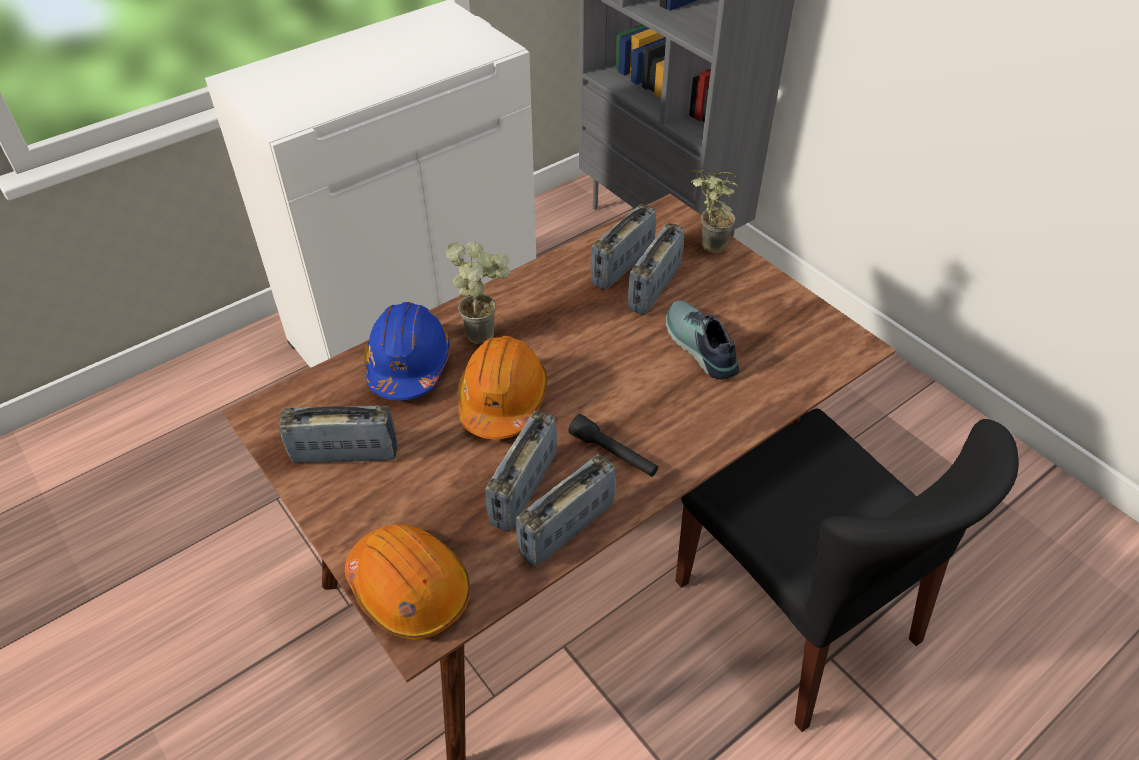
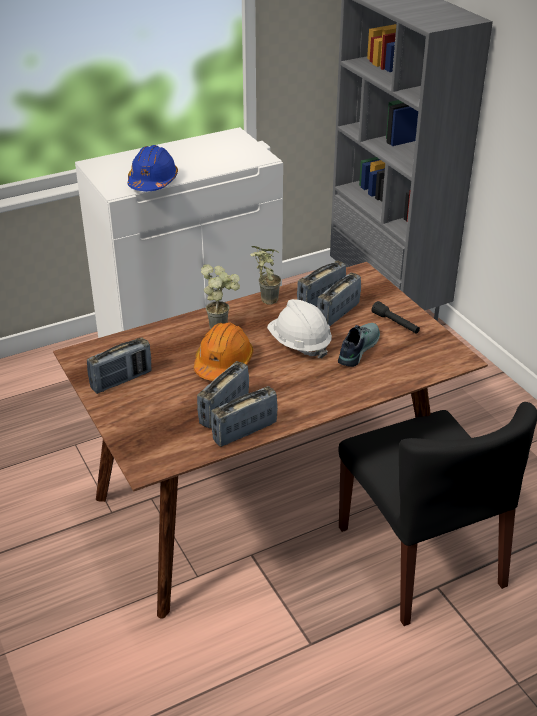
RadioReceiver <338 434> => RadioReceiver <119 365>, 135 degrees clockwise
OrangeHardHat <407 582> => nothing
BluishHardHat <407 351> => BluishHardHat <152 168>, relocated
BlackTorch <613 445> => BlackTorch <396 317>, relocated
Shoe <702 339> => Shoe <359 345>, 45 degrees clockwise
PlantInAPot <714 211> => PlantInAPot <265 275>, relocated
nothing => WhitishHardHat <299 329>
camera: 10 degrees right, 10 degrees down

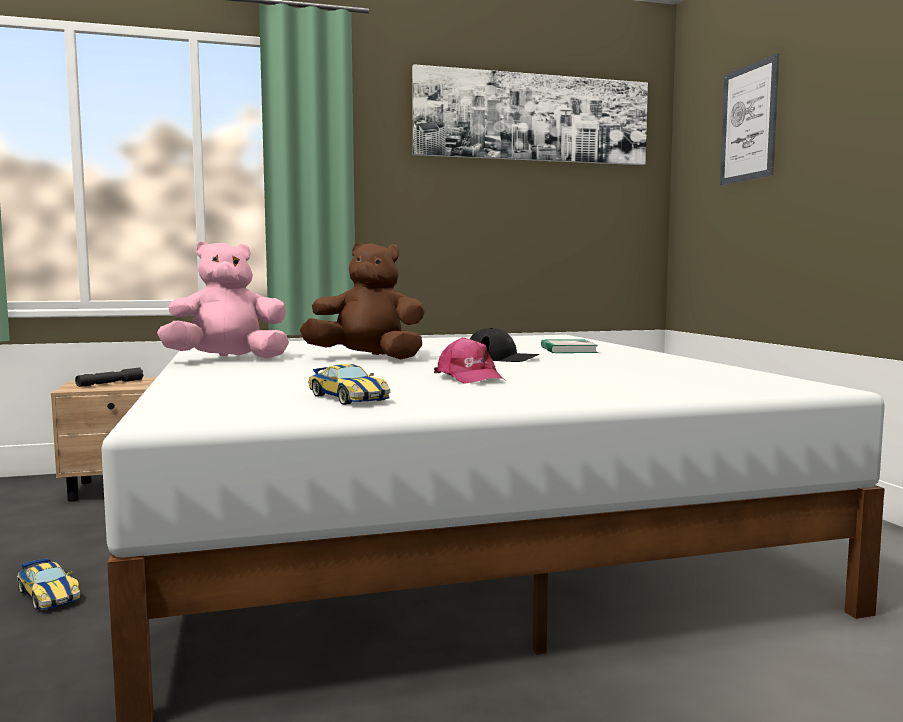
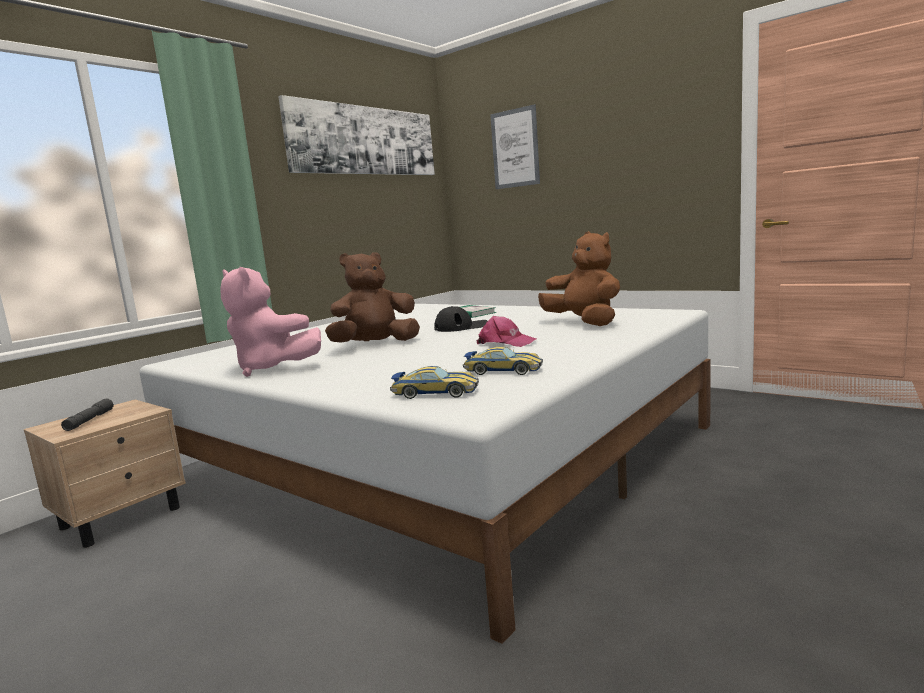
ModelCar <48 584> => ModelCar <434 382>, relocated
PinkColouredPlushToy <223 299> => PinkColouredPlushToy <270 322>, 90 degrees counterclockwise
nothing => BrownishPlushToy <579 278>
camera: 35 degrees left, 5 degrees up

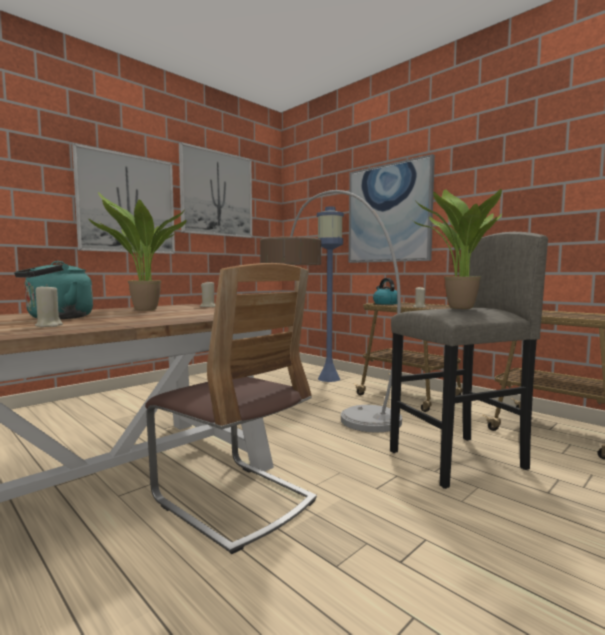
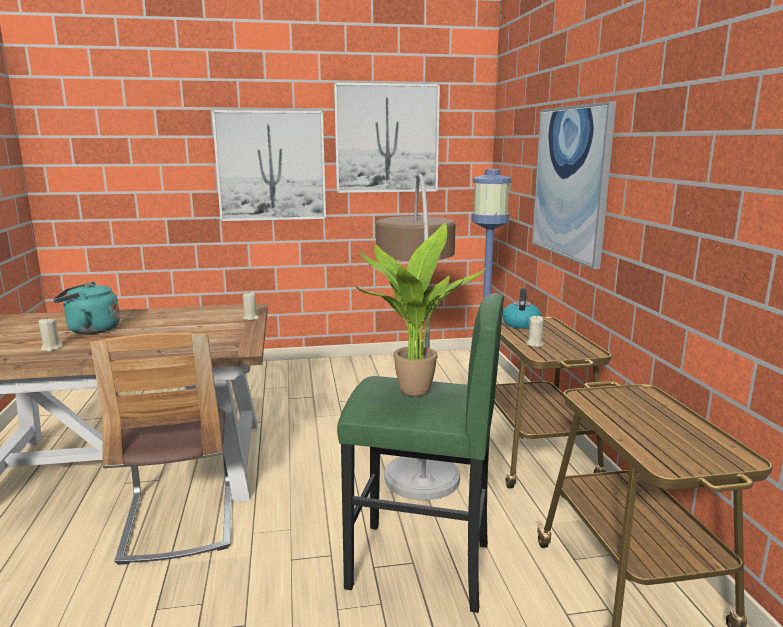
PlantInAPot <138 251> => nothing
GreyStoolSeat <469 360> => GreenStoolSeat <420 453>
camera: 35 degrees right, 10 degrees up

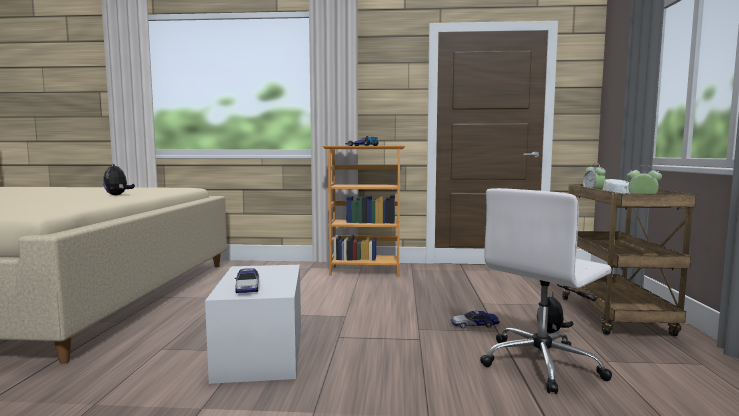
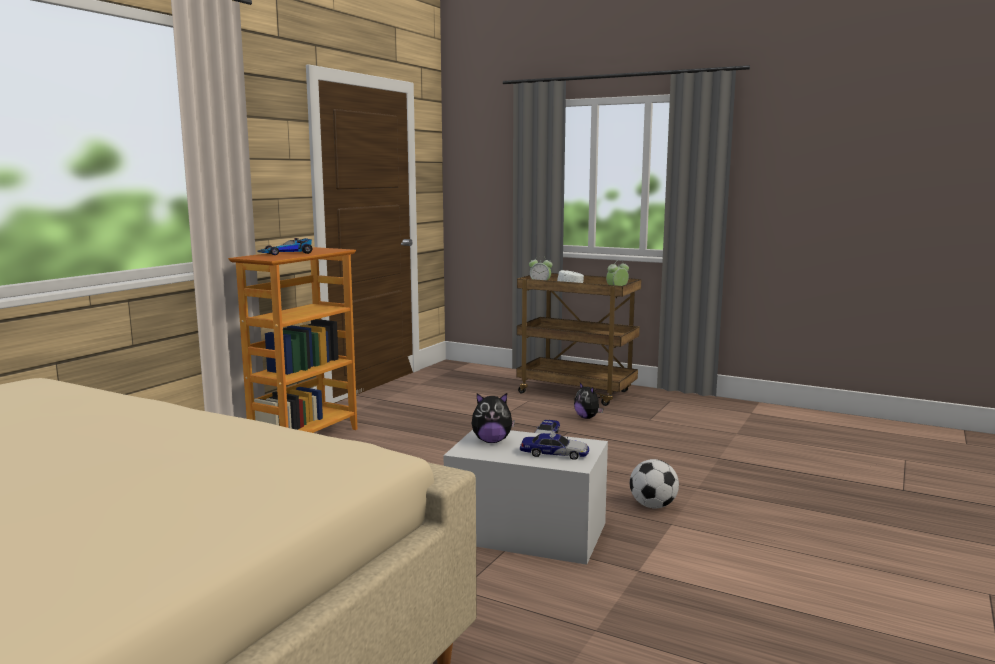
PlushToy <119 179> => PlushToy <493 418>, relocated
WhitishOfficeChair <546 291> => nothing
nothing => Football <654 483>
camera: 65 degrees left, 5 degrees up

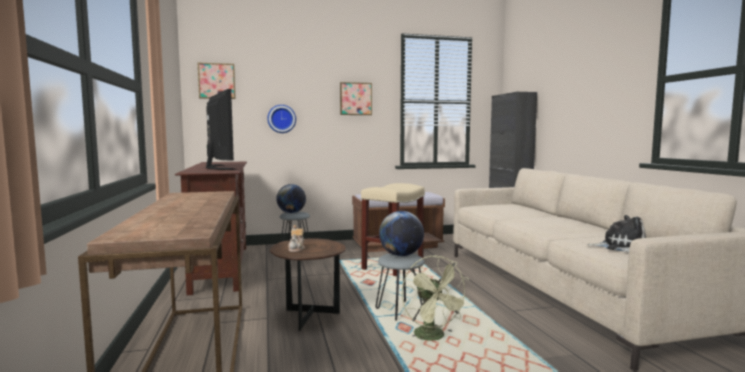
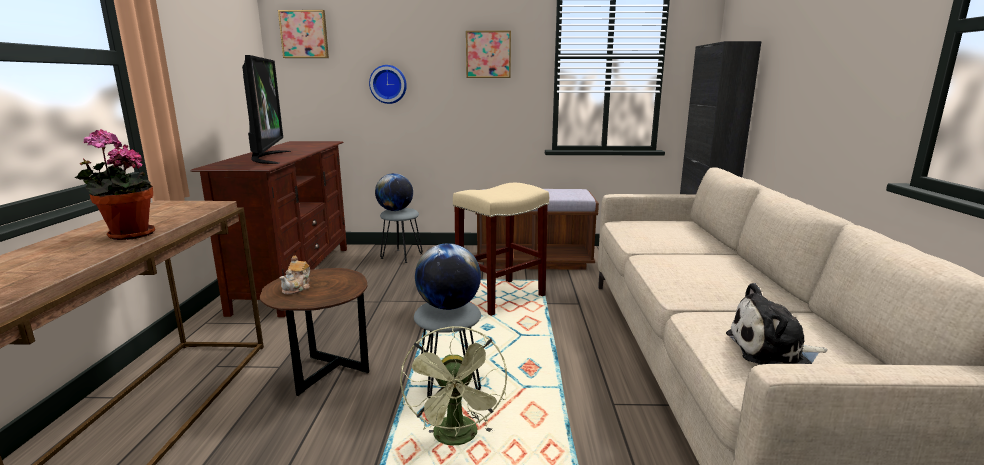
PlushToy <616 233> => PlushToy <776 324>, 150 degrees clockwise
nothing => PlantInAPot <115 184>
camera: 15 degrees right, 10 degrees up

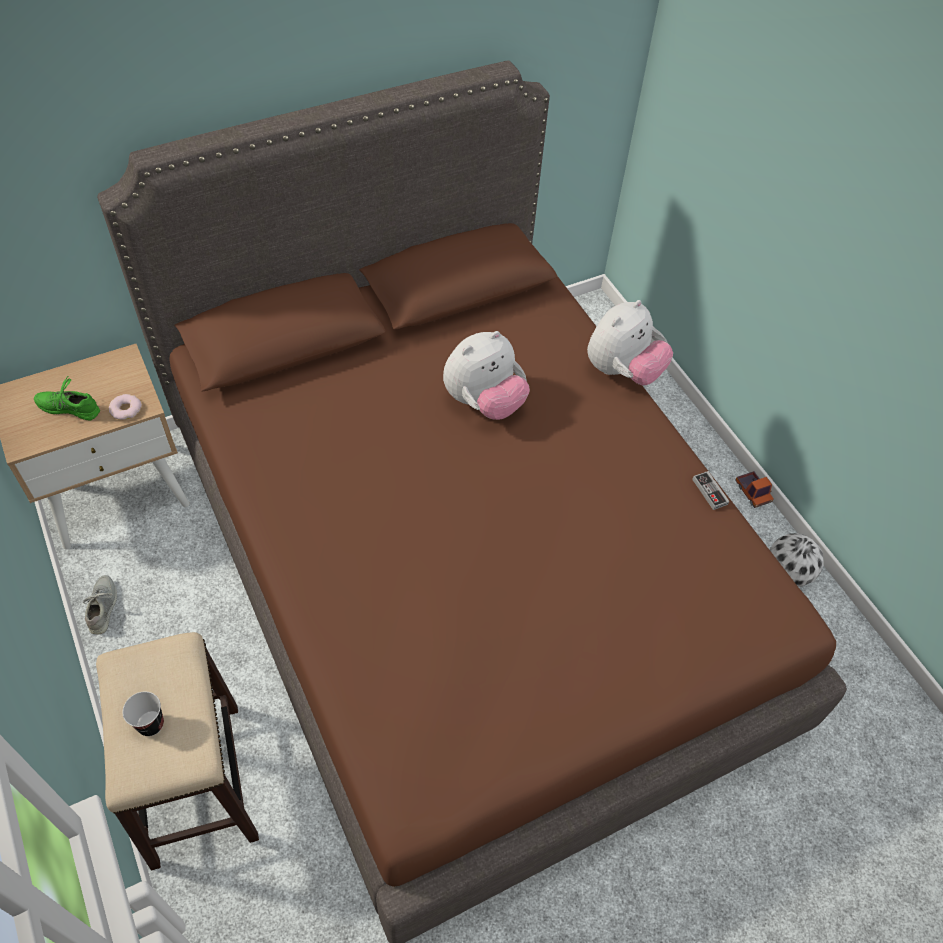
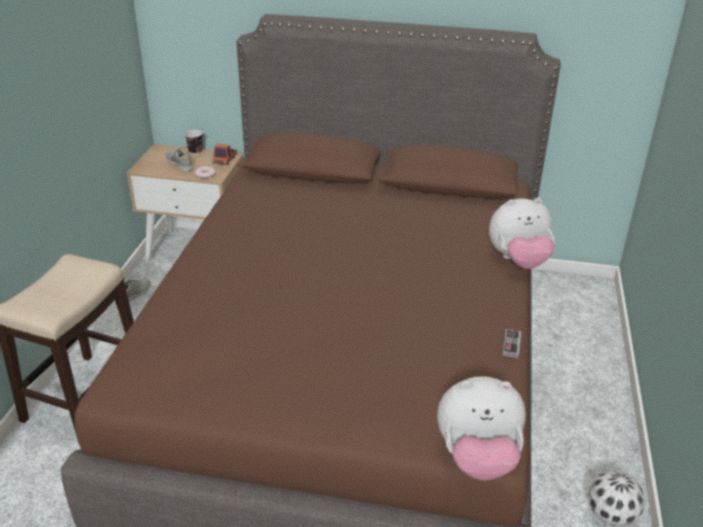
GreenShoe <67 398> => GreyShoe <179 157>
DrinkingCup <143 714> => DrinkingCup <194 142>, relocated
PlushToy <486 375> => PlushToy <481 428>, relocated
ModelTruck <754 489> => ModelTruck <224 154>, relocated
camera: 40 degrees right, 20 degrees down

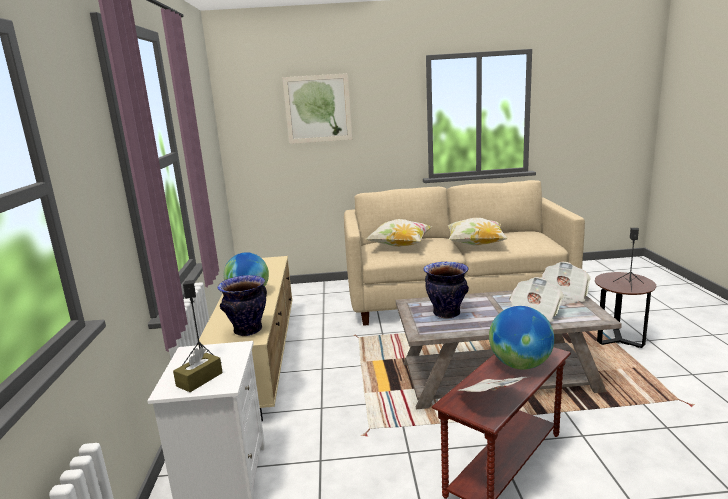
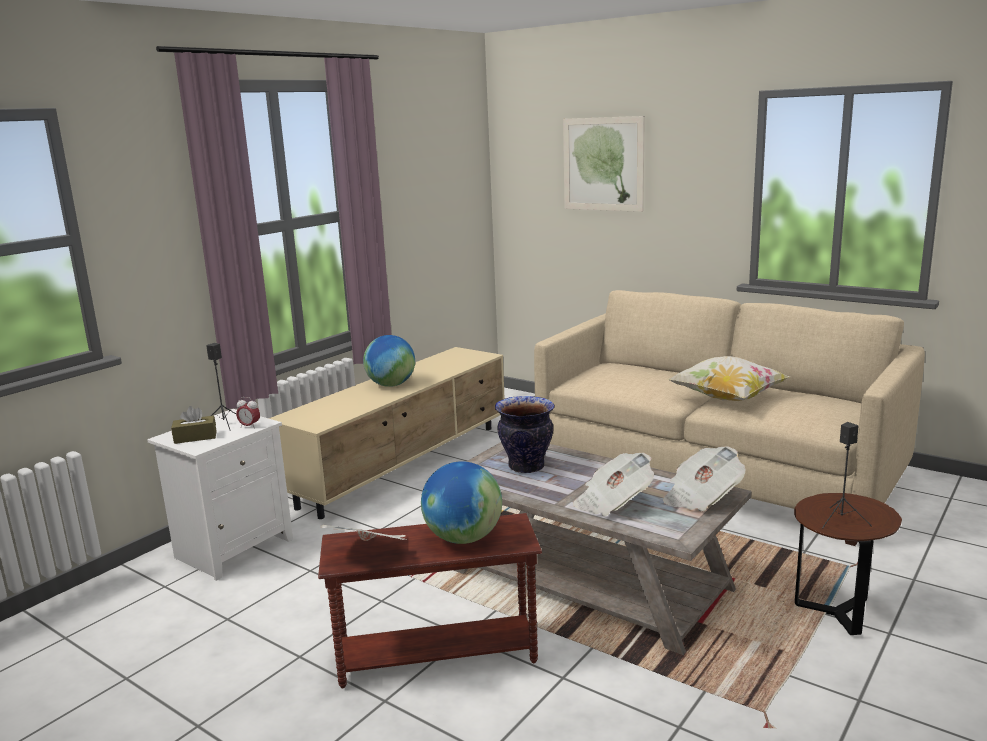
DecorativeVase <242 305> => nothing
ThrowPillow <399 233> => nothing
nothing => BedsideClock <248 413>
camera: 40 degrees right, 0 degrees up

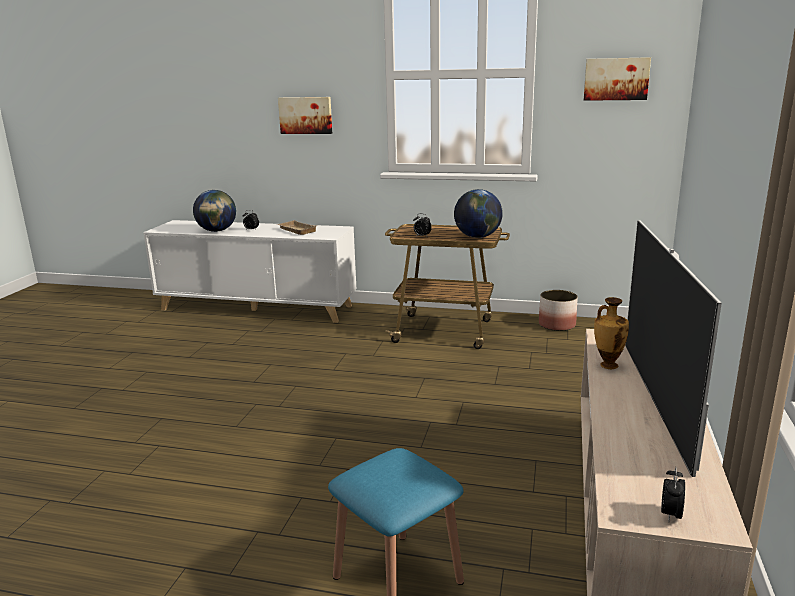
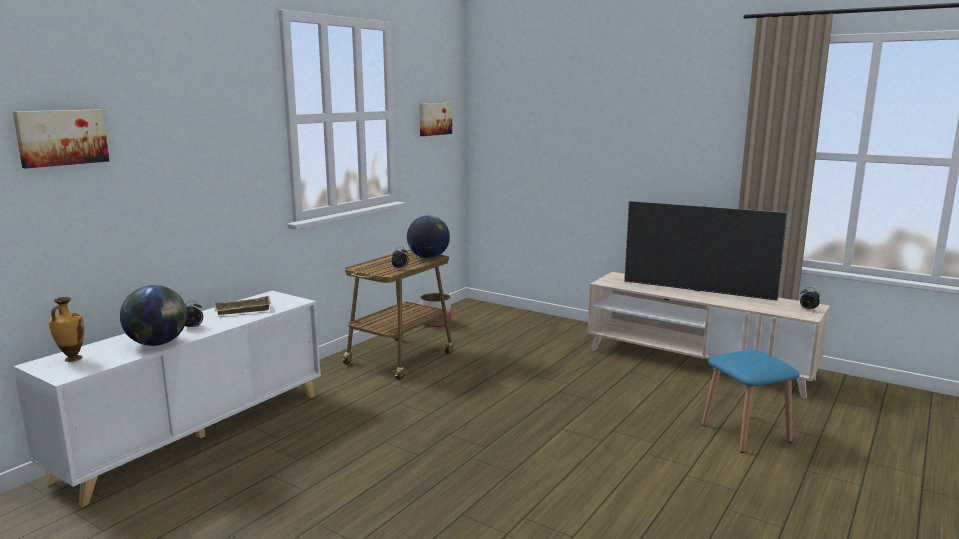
WallArt <305 115> => WallArt <61 138>, relocated
DecorativeVase <611 333> => DecorativeVase <66 329>, relocated
camera: 70 degrees left, 5 degrees down

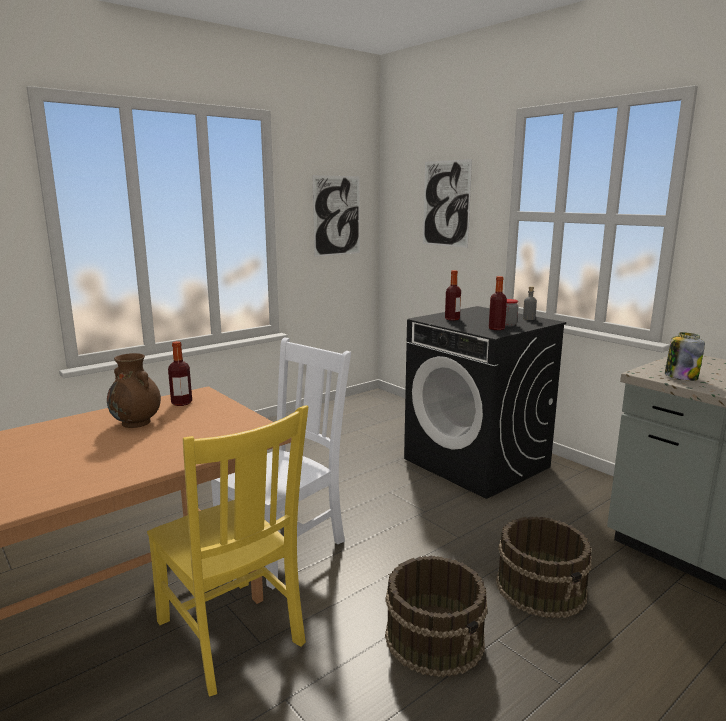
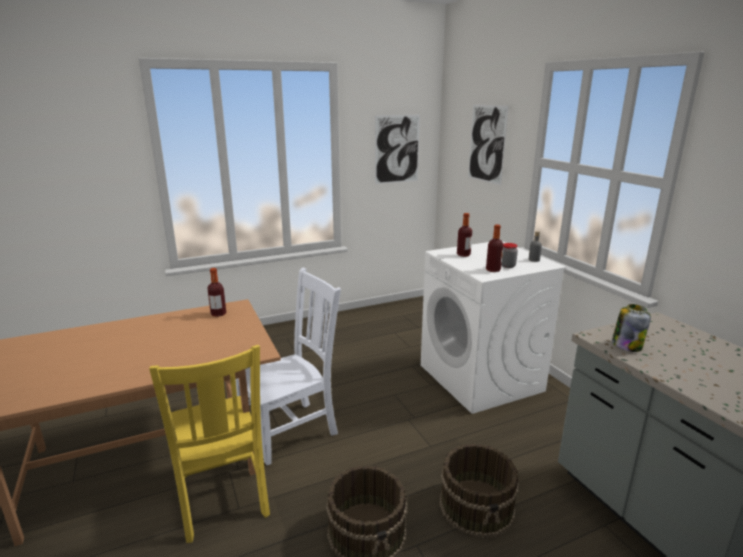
BrownishDecorativeVase <134 390> => nothing
BlackWashingMachine <485 402> => WhitishWashingMachine <494 327>
camera: 15 degrees right, 5 degrees up

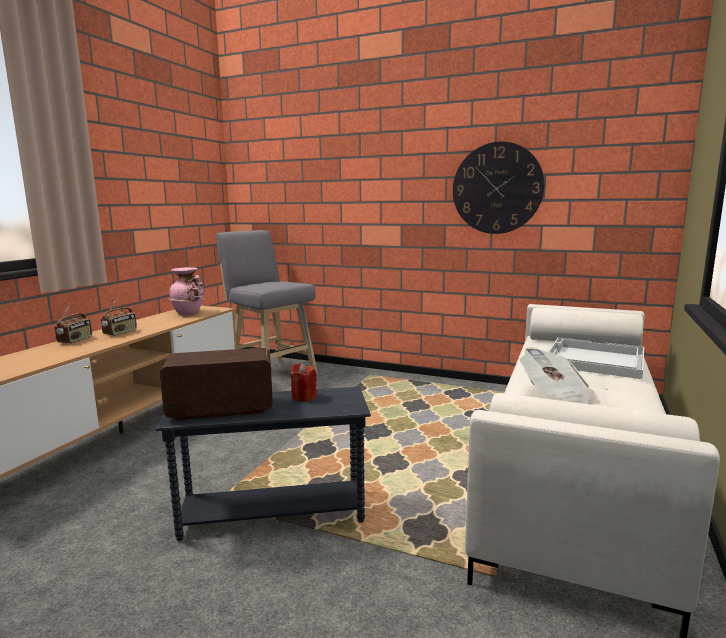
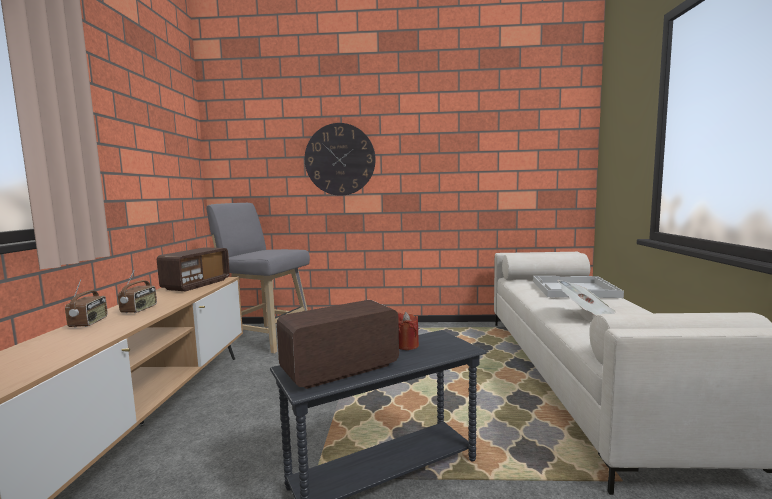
PinkColouredDecorativeVase <187 291> => RadioReceiver <193 269>
ClockOnTheWall <499 187> => ClockOnTheWall <340 159>, relocated
camera: 20 degrees left, 5 degrees down

